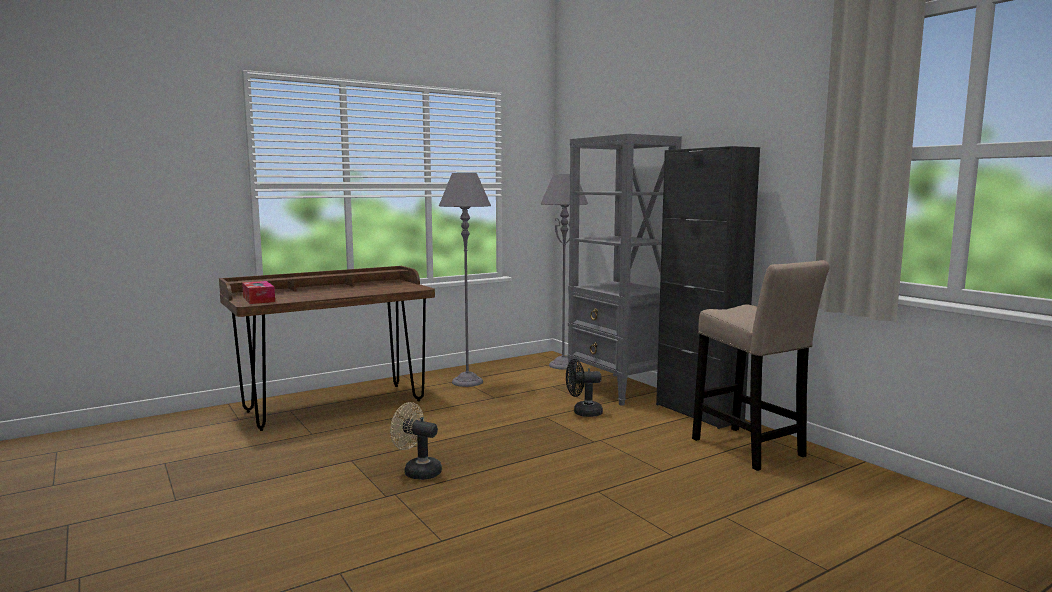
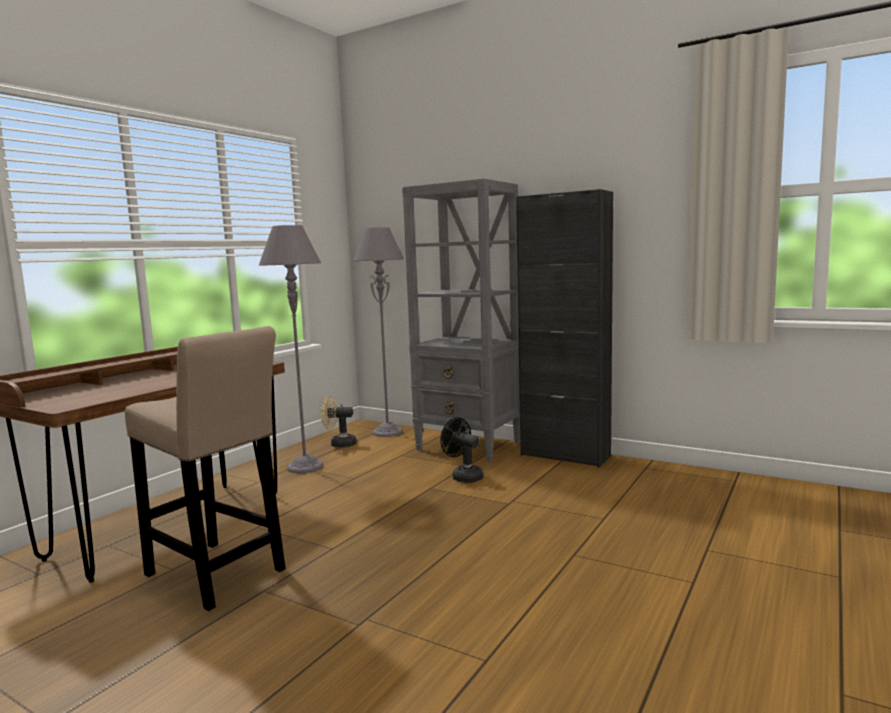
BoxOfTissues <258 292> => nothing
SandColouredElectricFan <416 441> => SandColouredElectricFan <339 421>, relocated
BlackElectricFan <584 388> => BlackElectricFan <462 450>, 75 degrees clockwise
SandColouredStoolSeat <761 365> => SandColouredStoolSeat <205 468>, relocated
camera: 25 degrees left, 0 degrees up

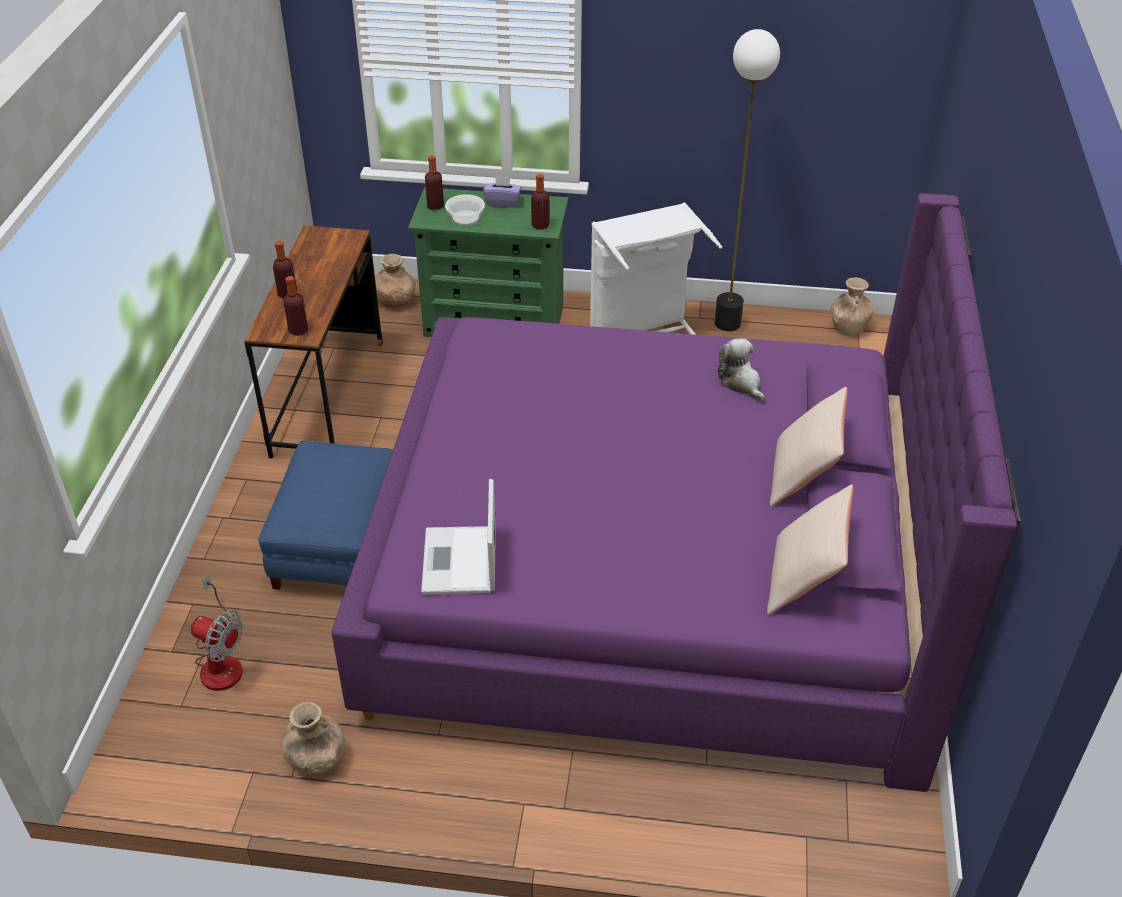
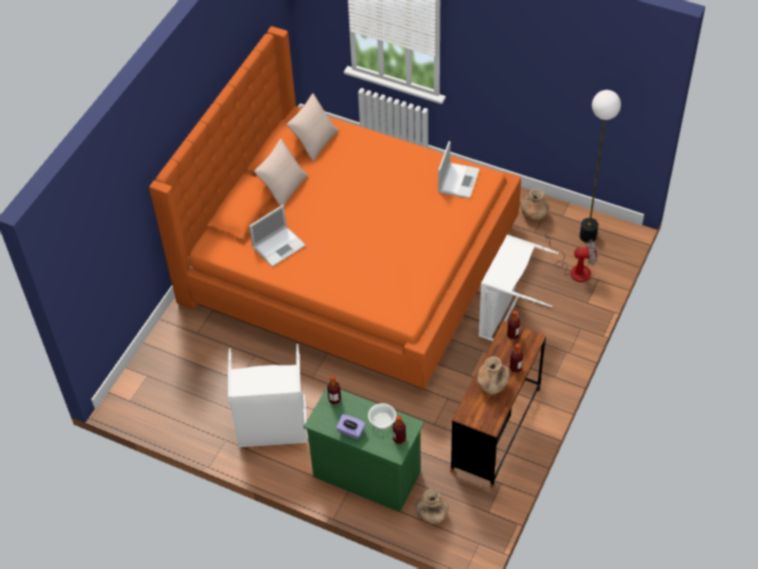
ElectricFan <217 632> => ElectricFan <571 258>, 135 degrees clockwise
BluishFootrest <325 515> => WhitishWashingBasket <519 288>
PurpleColouredBed <676 492> => OrangeBed <335 208>
FloorLamp <747 180> => FloorLamp <600 166>, relocated
PlushToy <741 370> => PortableComputer <277 236>
BrownishDecorativeVase <852 306> => BrownishDecorativeVase <493 375>, relocated
camera: 160 degrees left, 10 degrees up

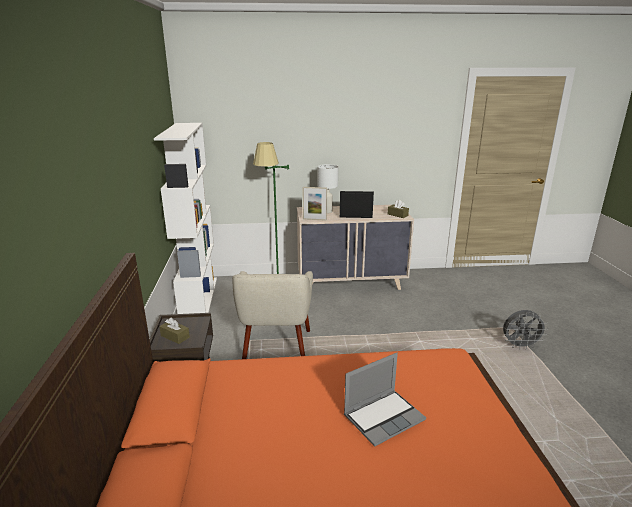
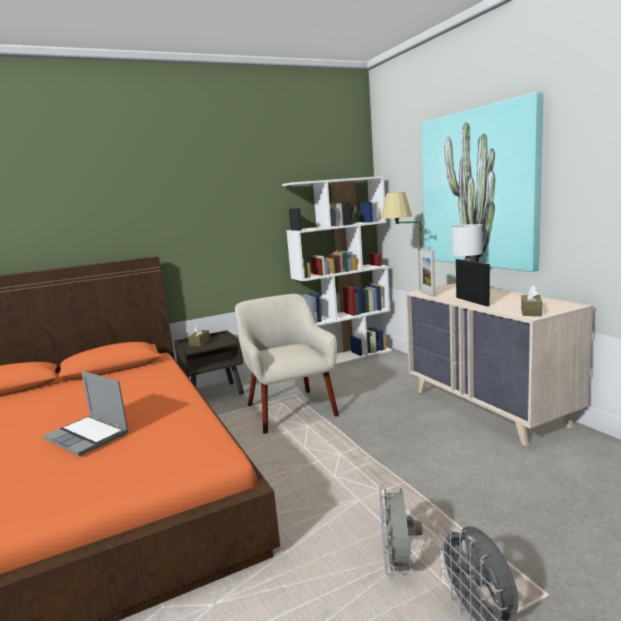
SandColouredLoungeChair <272 315> => SandColouredLoungeChair <287 364>, 90 degrees clockwise
nothing => GreyElectricFan <401 529>
nothing => WallArt <482 182>
camera: 70 degrees right, 10 degrees down

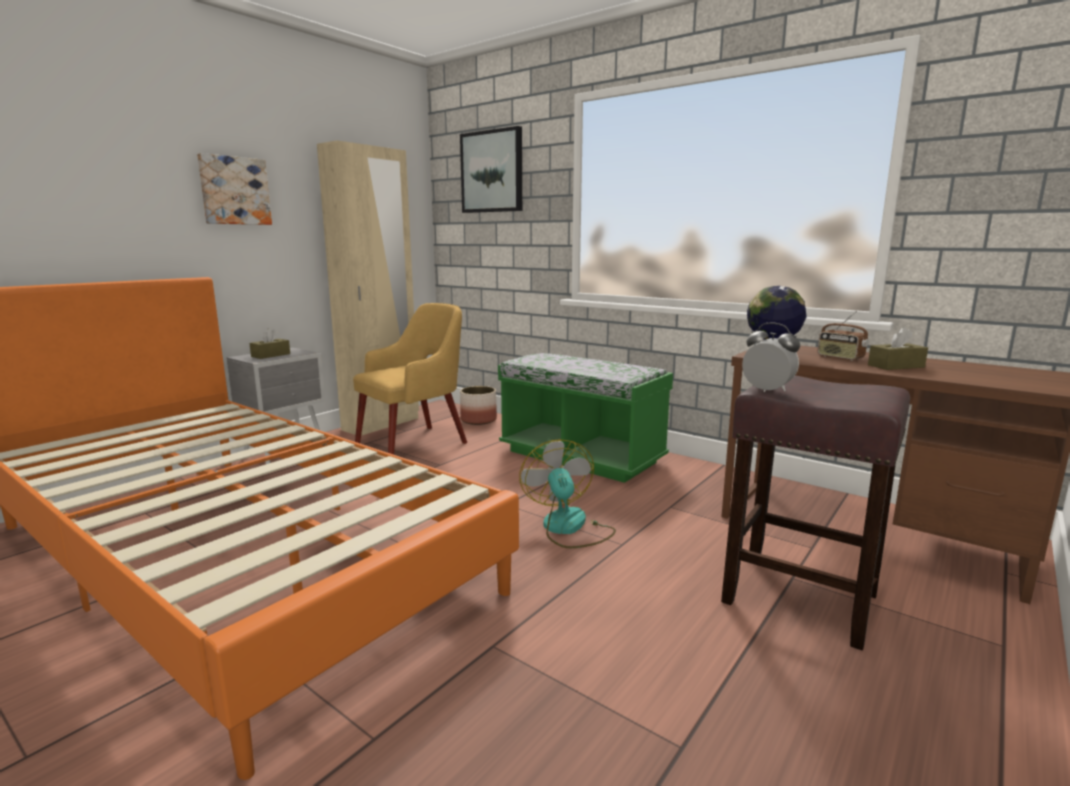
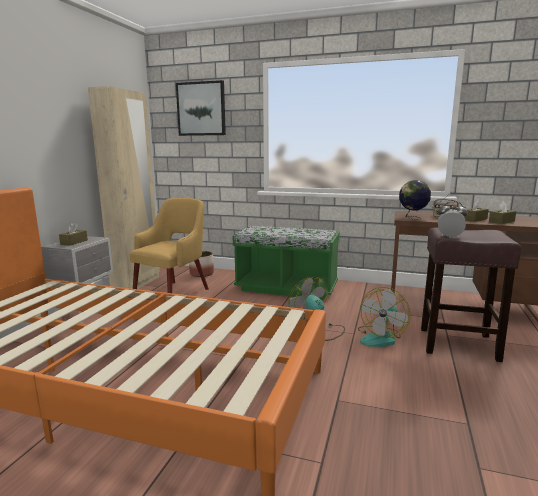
WallArt <234 189> => nothing
nothing => ElectricFan <384 317>
nothing => BrownishBoxOfTissues <502 212>
camera: 20 degrees left, 0 degrees up

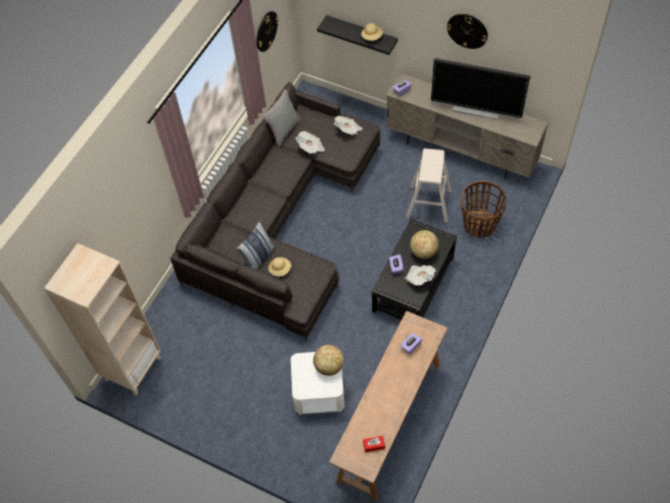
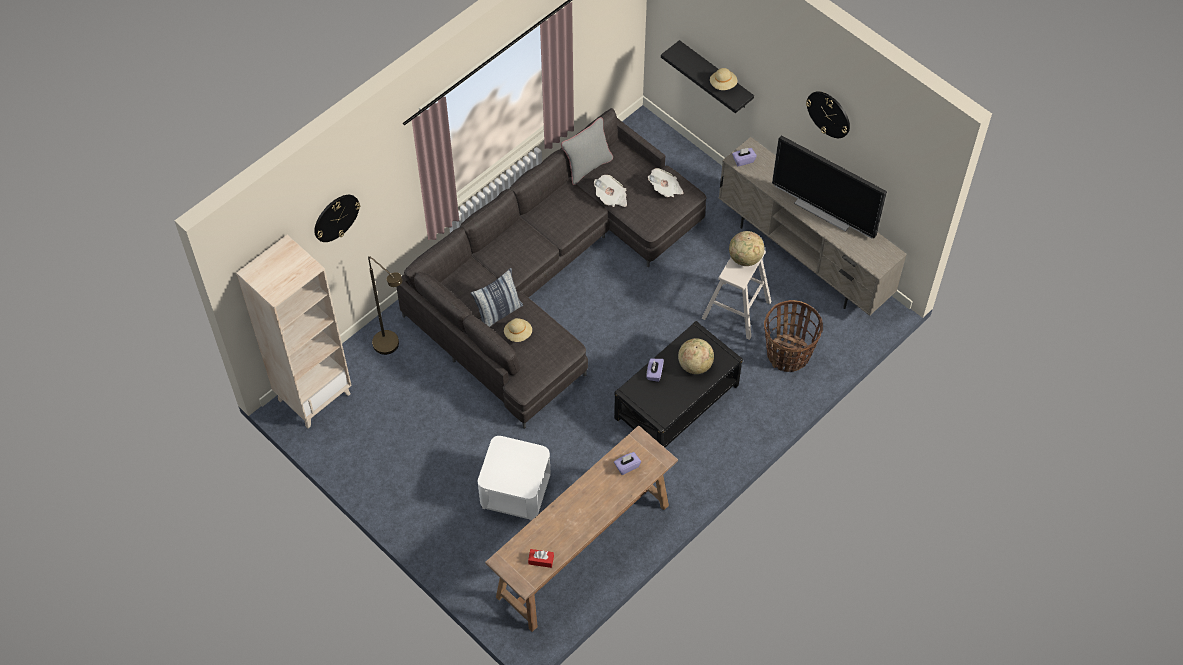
ClockOnTheWall <267 31> => ClockOnTheWall <337 218>, relocated
DeskGlobe <328 360> => DeskGlobe <747 248>, relocated
PrintedPaper <420 275> => nothing
nothing => BrownishFloorLamp <385 305>
camera: 15 degrees right, 0 degrees up

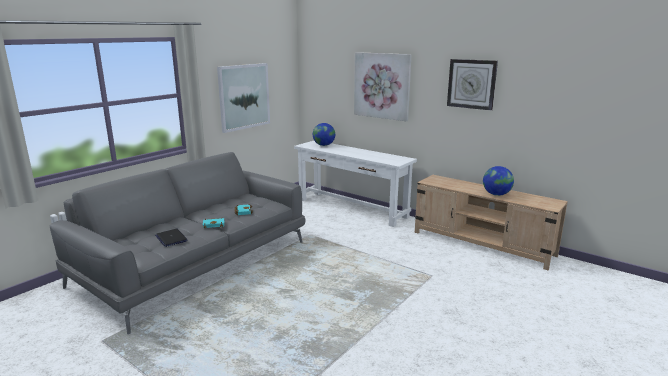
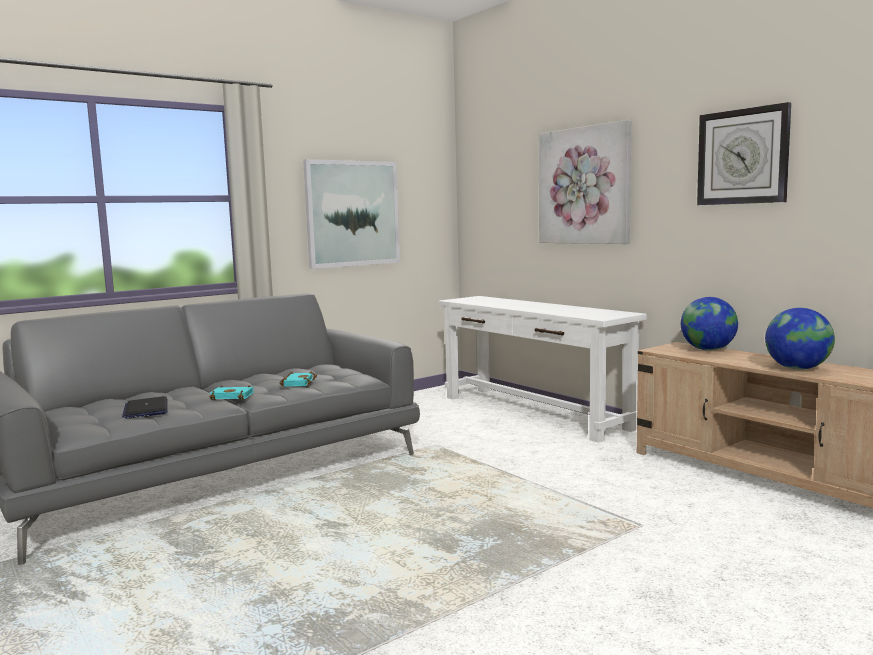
DeskGlobe <324 134> => DeskGlobe <709 324>, relocated
camera: 15 degrees right, 10 degrees down

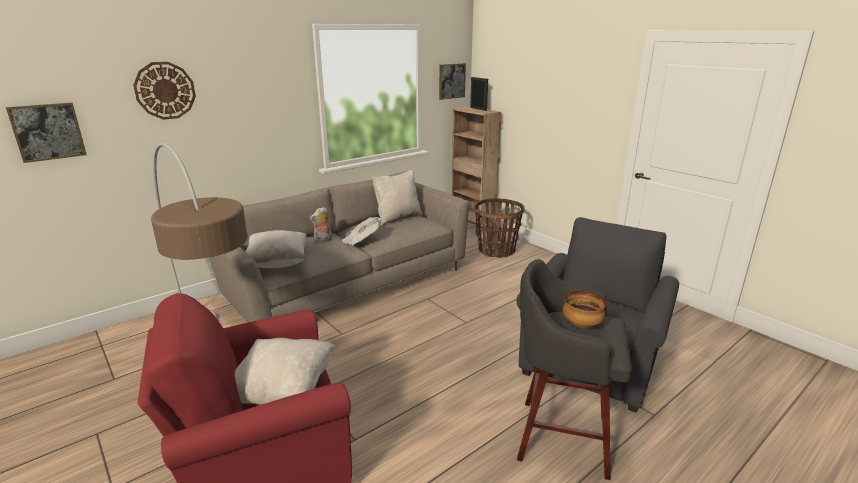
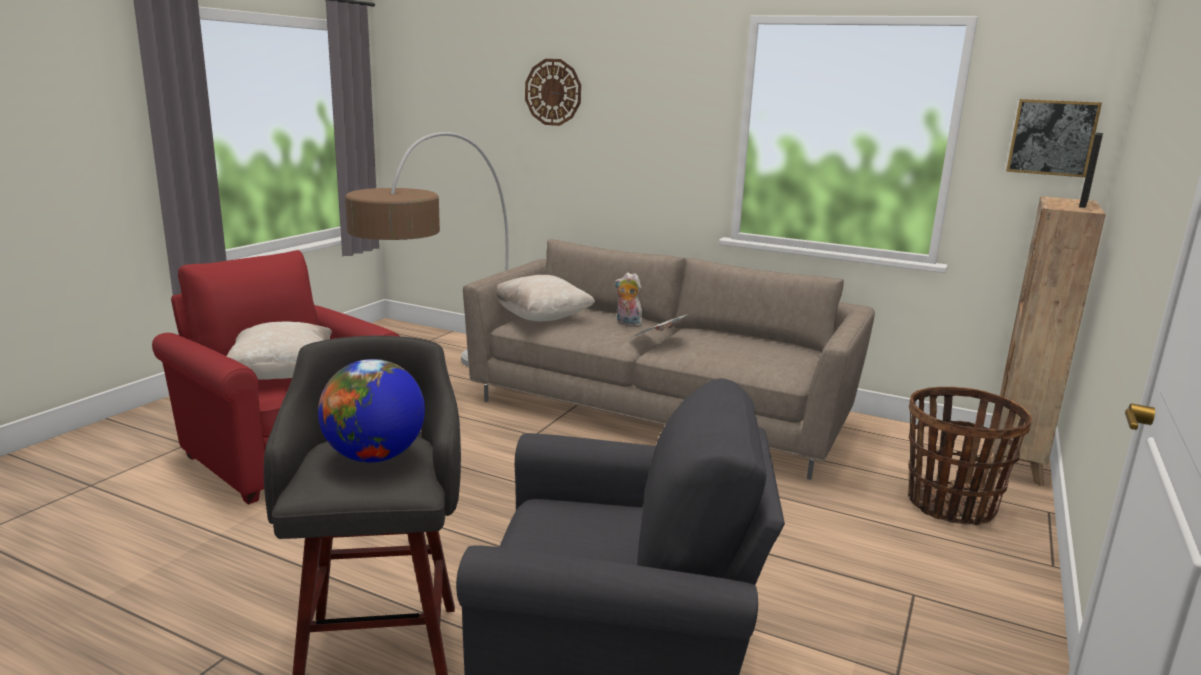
WallArt <46 133> => nothing
SandColouredThrowPillow <397 197> => nothing
Bowl <585 310> => DeskGlobe <371 411>
camera: 65 degrees right, 5 degrees down

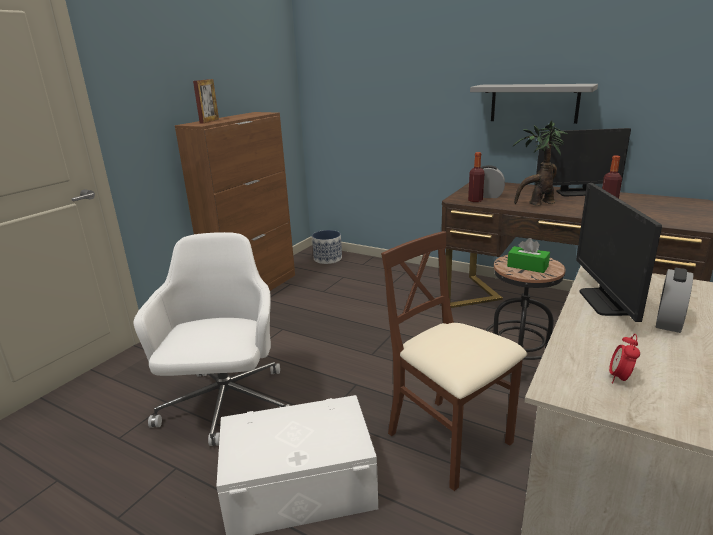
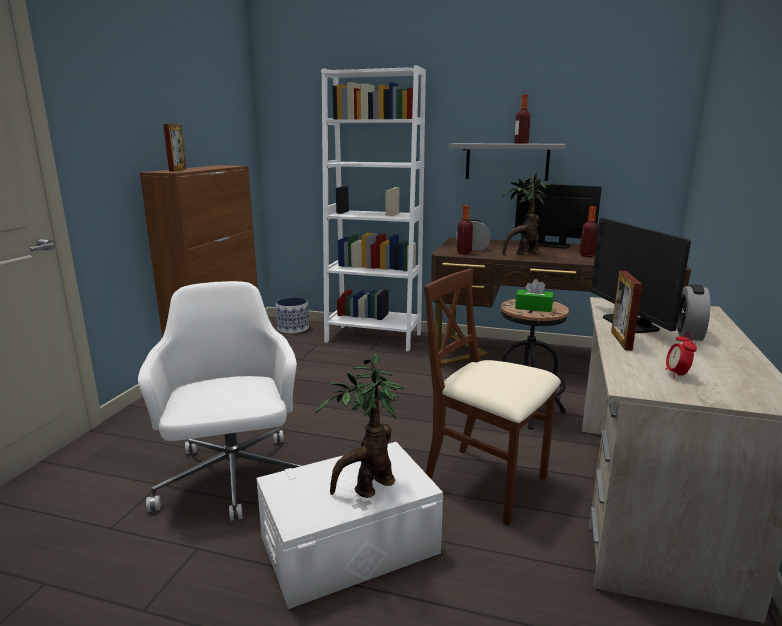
ComputerScreen <583 162> => ComputerScreen <558 216>, 135 degrees counterclockwise
nothing => PlantInAPot <359 425>
nothing => WhitishBookcase <373 208>
nothing => Bottle <522 119>
nothing => PictureFrame <626 311>
camera: 15 degrees left, 5 degrees down

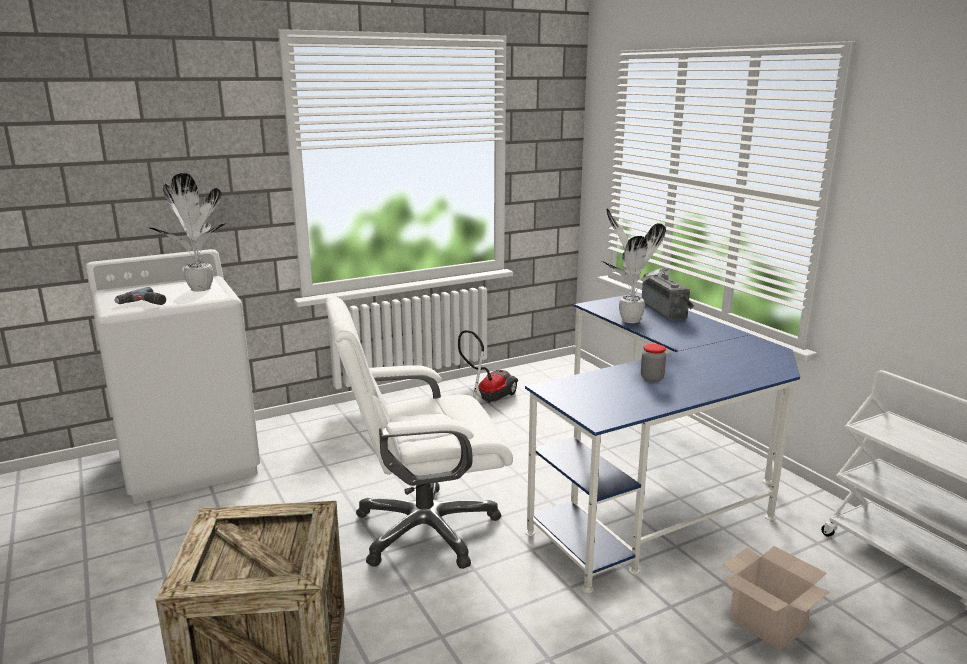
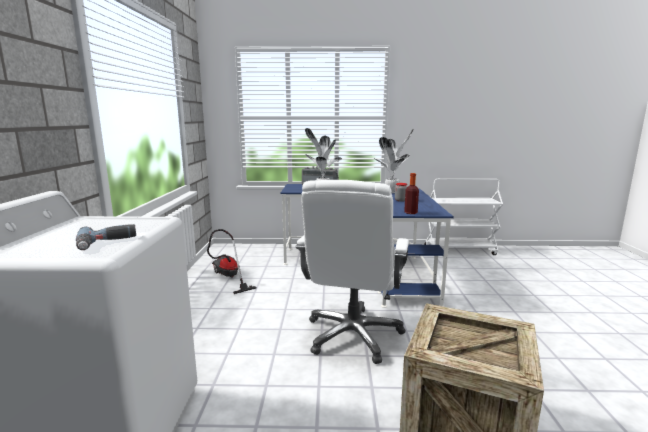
PlantInAPot <188 232> => PlantInAPot <394 160>, relocated
CardboardBox <776 598> => nothing
nothing => Bottle <411 193>
camera: 60 degrees left, 5 degrees down

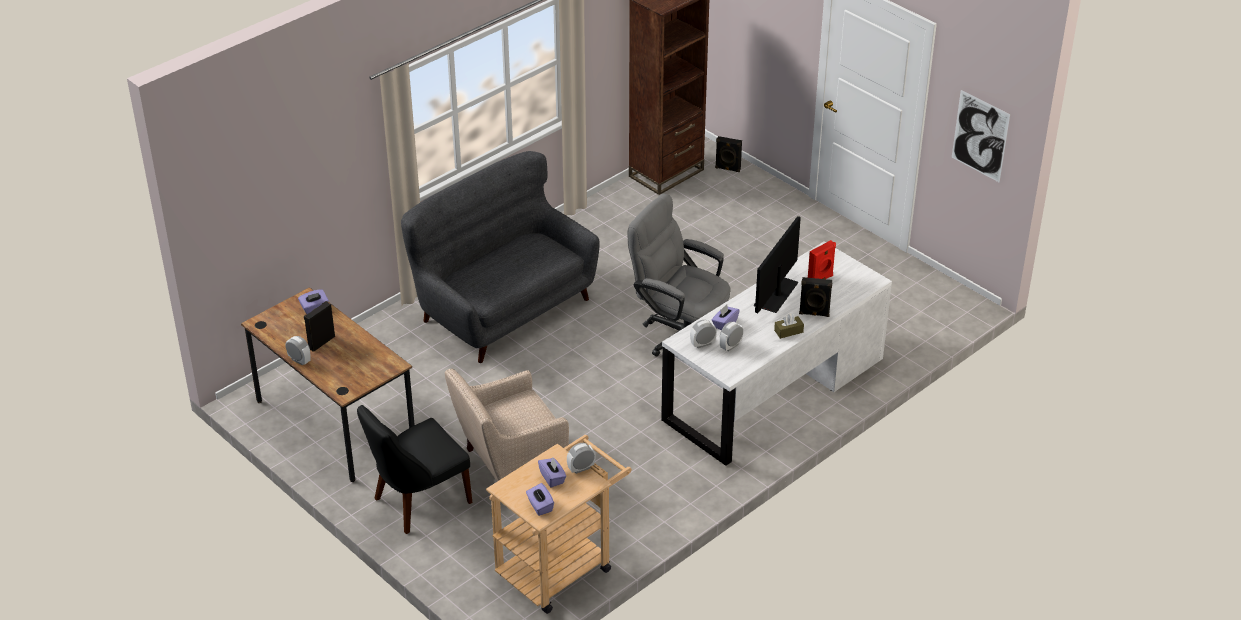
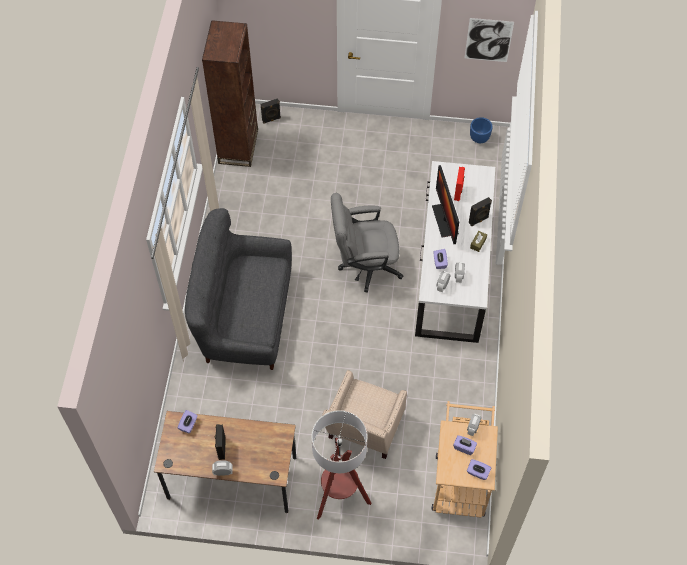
BlackChair <414 469> => FloorLamp <341 465>
nothing => BluishFlowerPot <481 130>
camera: 40 degrees left, 20 degrees up

